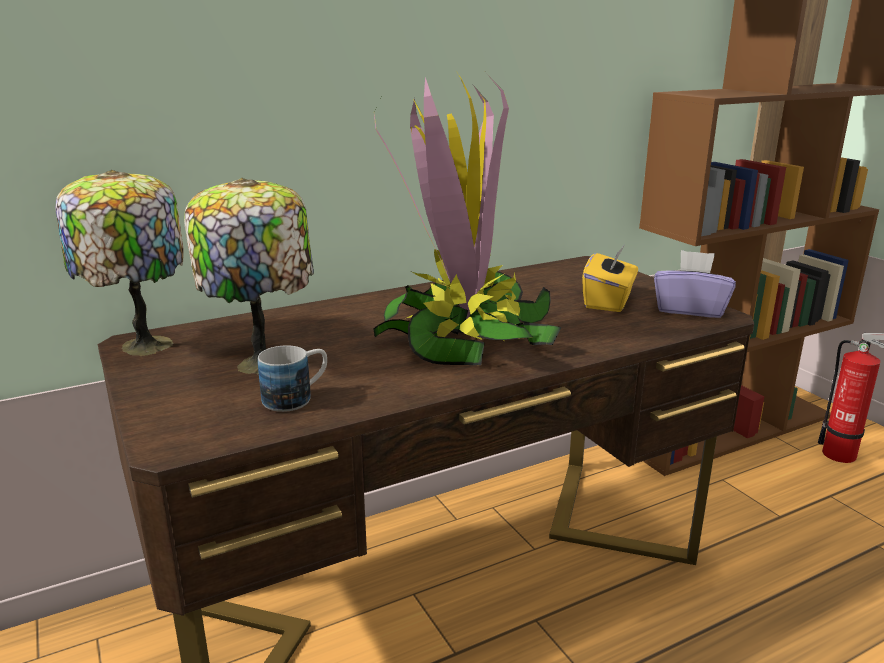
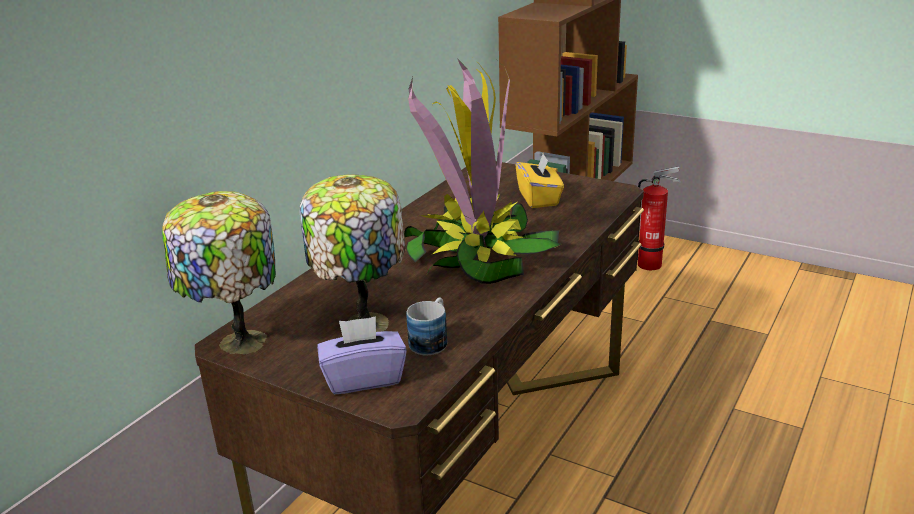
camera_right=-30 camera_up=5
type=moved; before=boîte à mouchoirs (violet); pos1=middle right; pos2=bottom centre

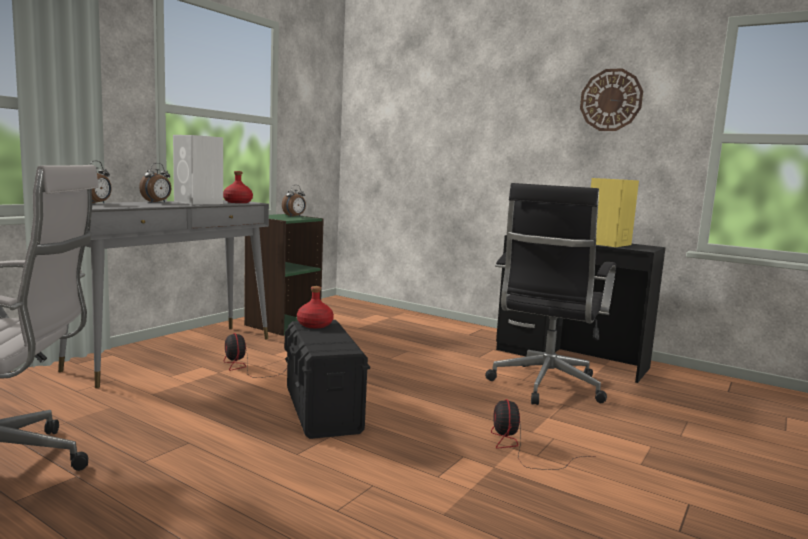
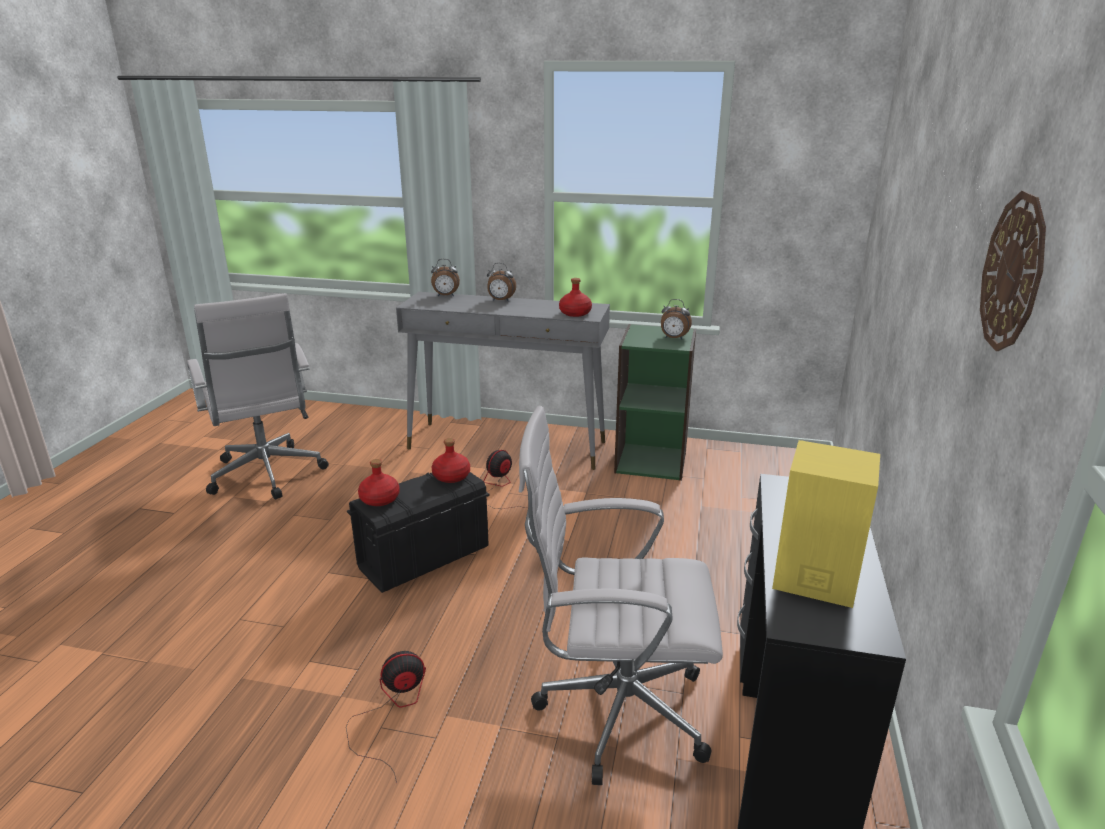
camera_right=70 camera_up=15
type=removed; before=enceinte (blanc); pos1=top left
type=recoloured; before=chaise de bureau (noir); after=chaise de bureau (blanc) (2nd from left); pos1=middle right; pos2=bottom centre
type=added; after=bouteille (rouge) (1st from left); pos2=centre

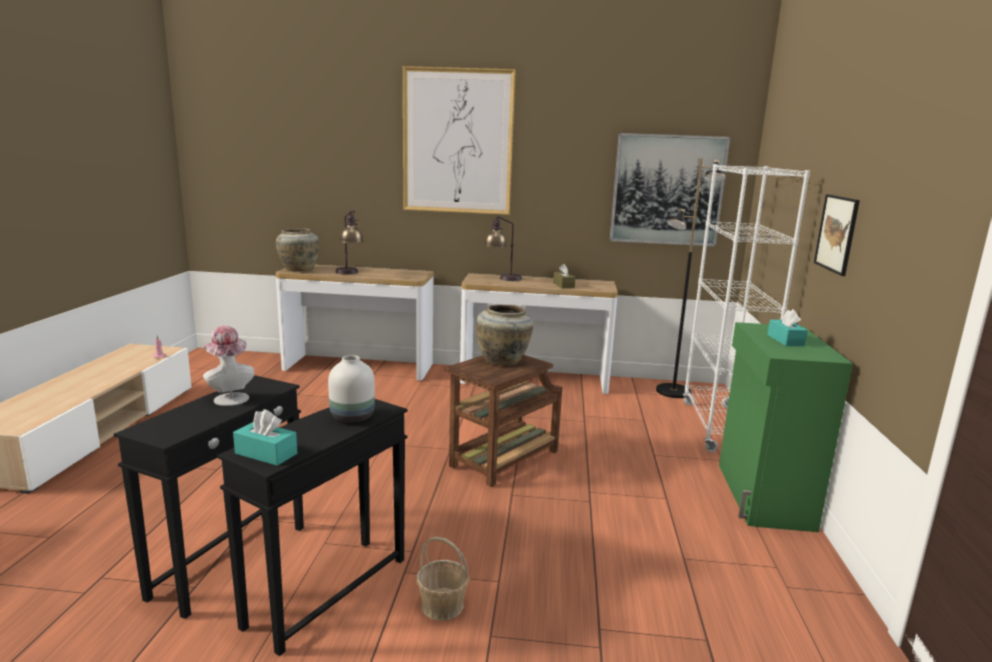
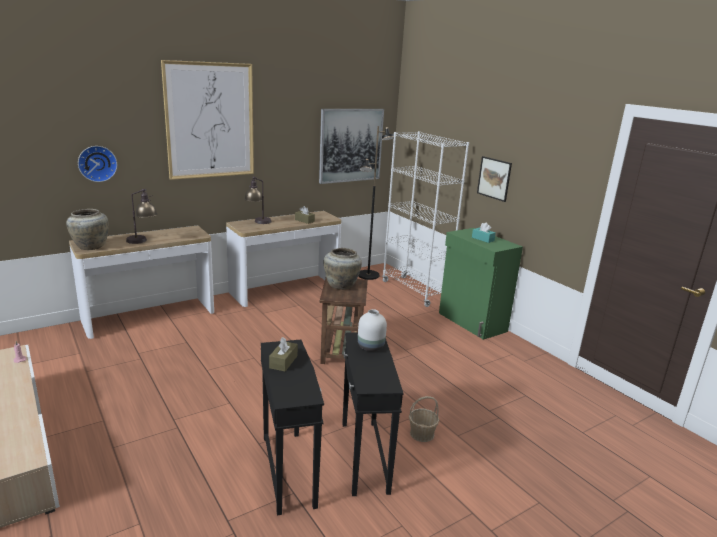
camera_right=-40 camera_up=5
type=replaced; before=chapeau; after=boîte à mouchoirs (marron) (1st from left); pos1=middle left; pos2=centre
type=removed; before=boîte à mouchoirs (turquoise) (1st from left); pos1=middle left
type=added; after=horloge murale; pos2=top left

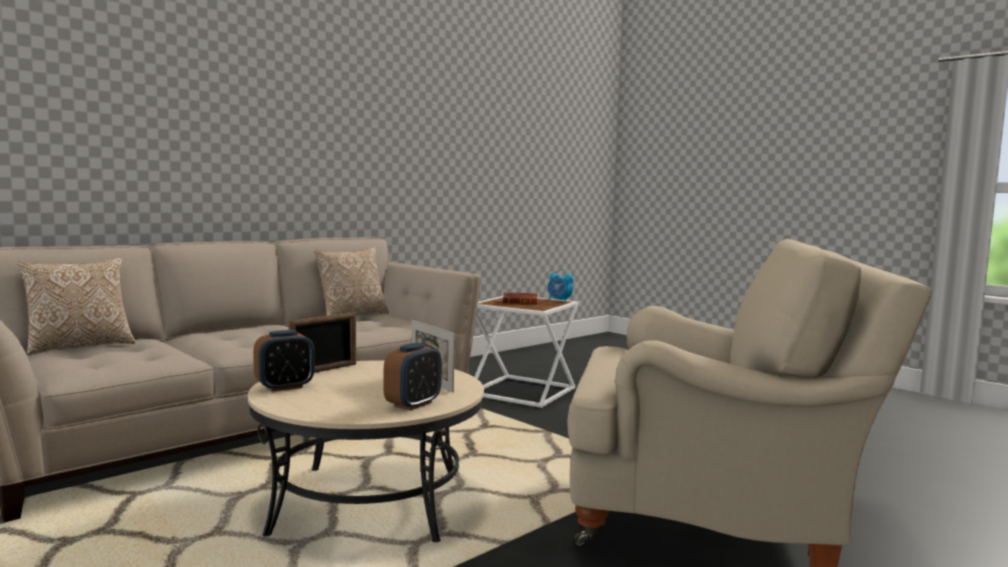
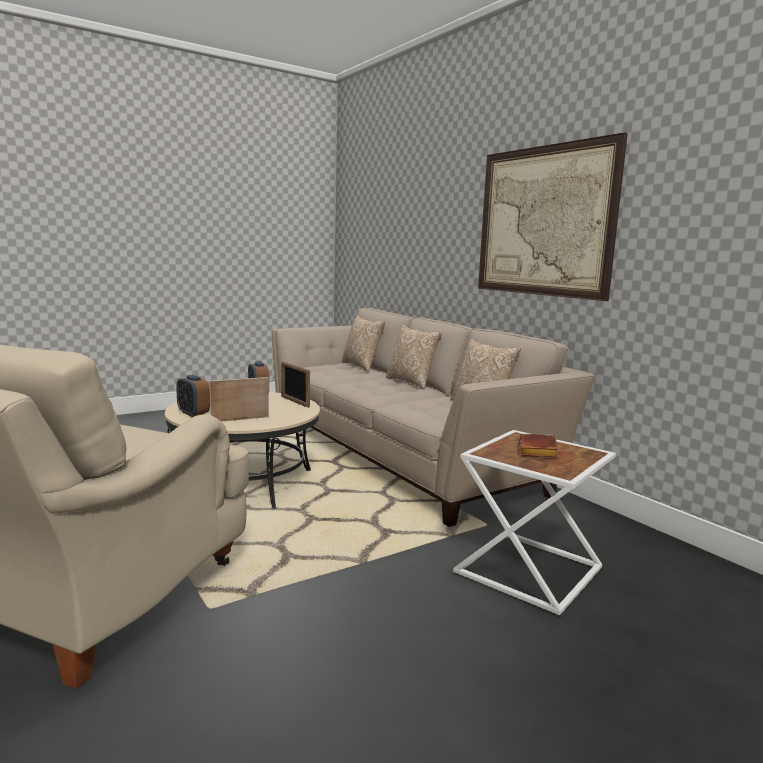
camera_right=100 camera_up=5
type=removed; before=réveil (3rd from left); pos1=centre
type=added; after=tableau; pos2=top right
type=added; after=coussin (2nd from left); pos2=centre

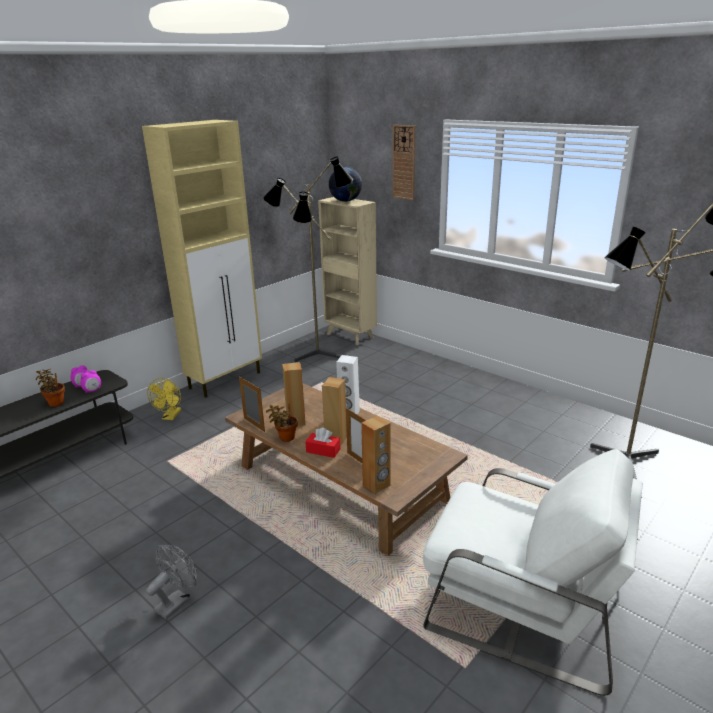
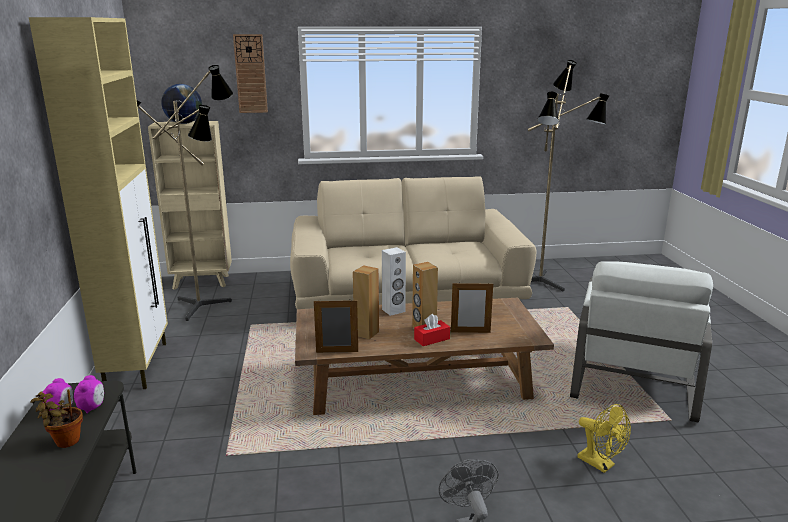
camera_right=-50 camera_up=-5
type=moved; before=ventilateur (jaune); pos1=middle left; pos2=bottom right
type=removed; before=plante en pot (2nd from left); pos1=centre
type=removed; before=enceinte (marron) (3rd from left); pos1=centre
type=turned; before=fauteuil (blanc); pos1=bottom right; pos2=middle right; turn=135
type=added; after=canapé (beige); pos2=centre

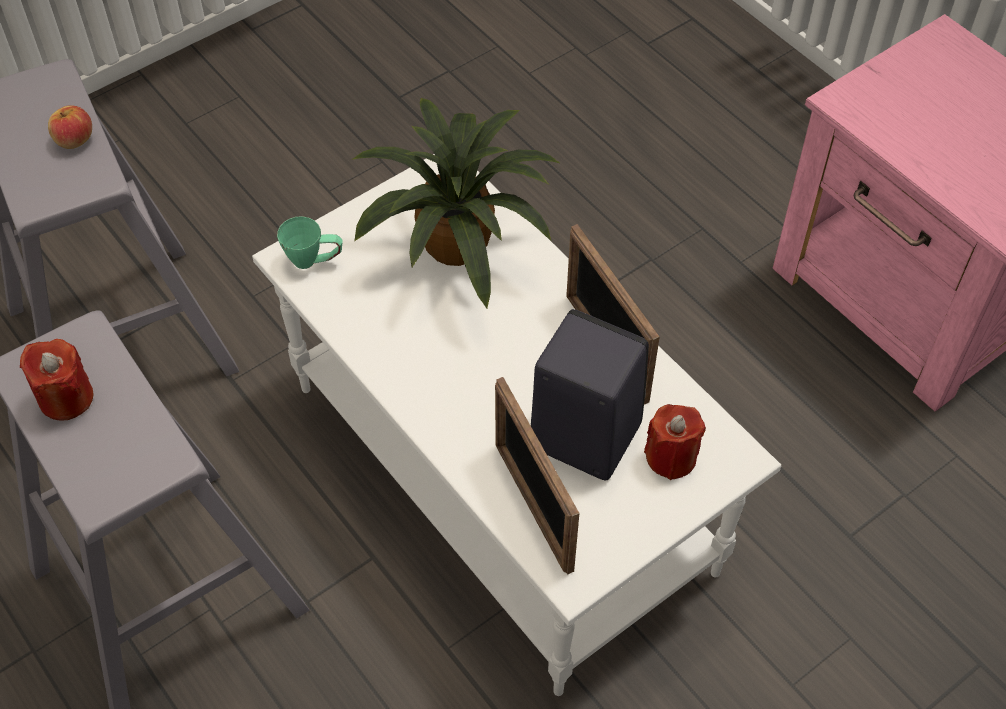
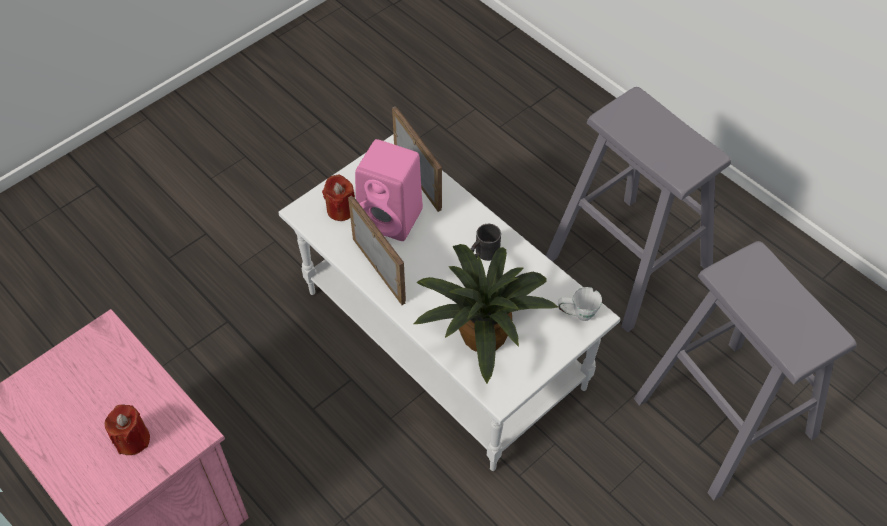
camera_right=175 camera_up=0
type=removed; before=pomme; pos1=top left
type=recoloured; before=mug (vert); after=mug (blanc); pos1=middle left; pos2=centre
type=recoloured; before=enceinte (noir); after=enceinte (rose); pos1=centre; pos2=centre
type=moved; before=bougie (rouge) (1st from left); pos1=middle left; pos2=bottom left
type=added; after=mug (noir); pos2=centre

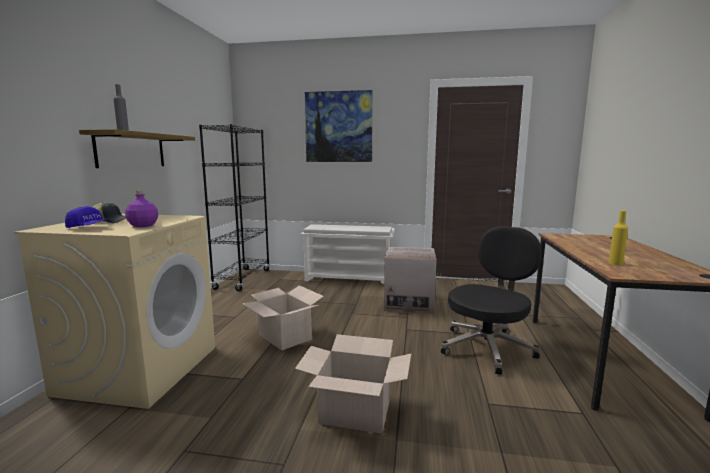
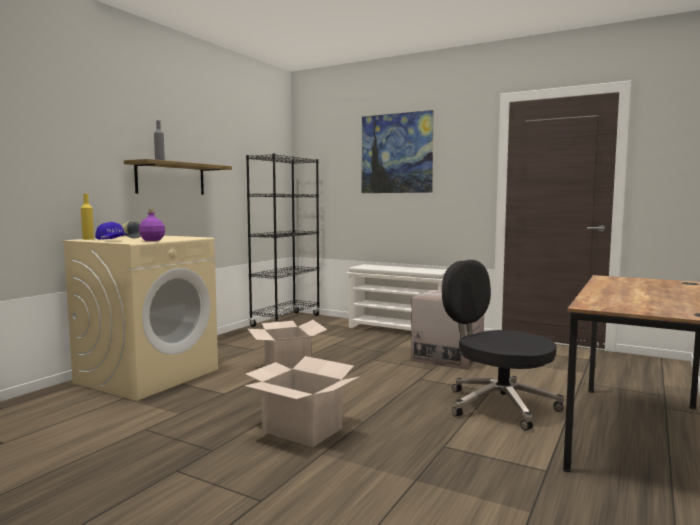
camera_right=20 camera_up=-5
type=moved; before=bouteille (jaune); pos1=middle right; pos2=middle left
type=turned; before=chaise de bureau (noir); pos1=middle right; pos2=middle right; turn=-105

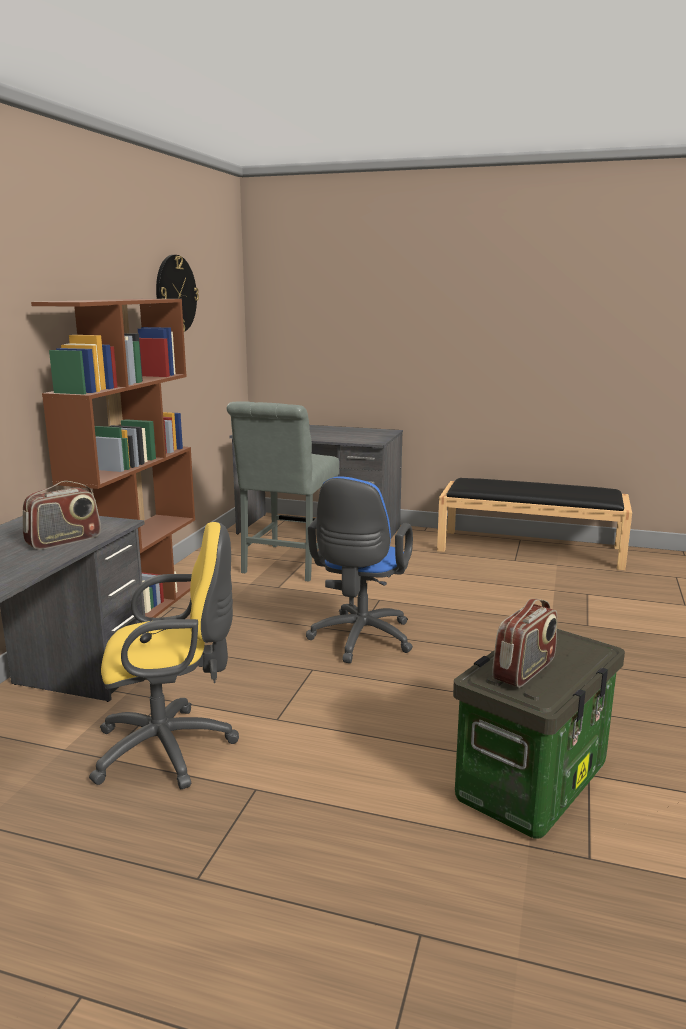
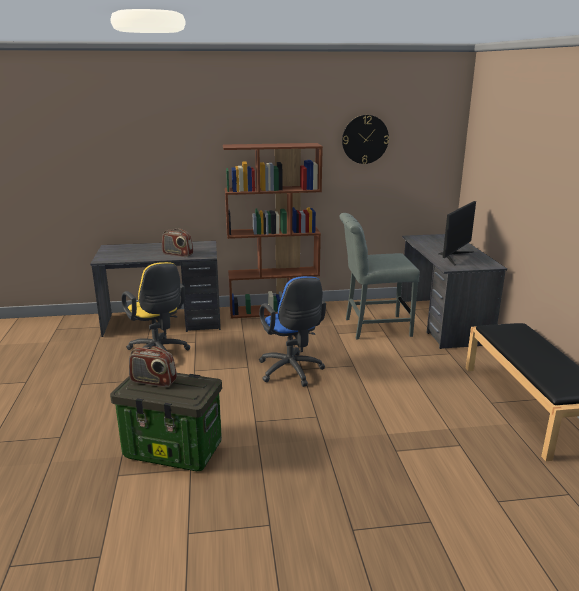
camera_right=65 camera_up=5
type=turned; before=chaise de bureau (bleu); pos1=centre; pos2=centre; turn=-105
type=added; after=écran d'ordinateur; pos2=middle right

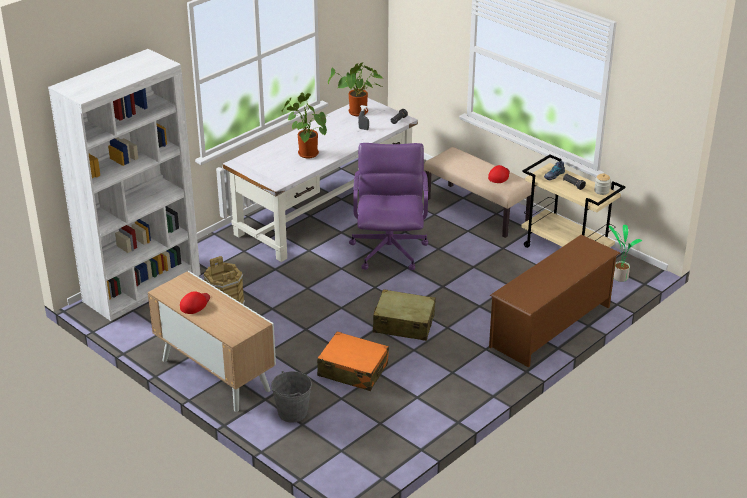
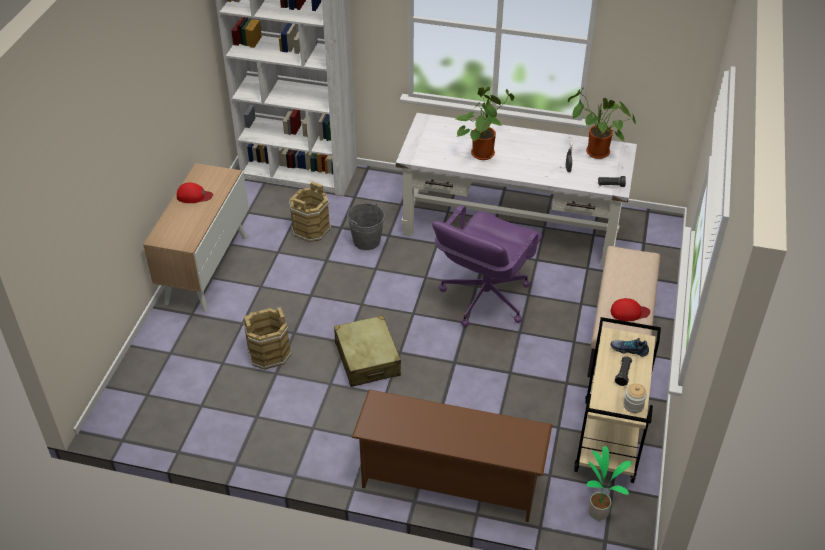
camera_right=60 camera_up=10
type=turned; before=chaise de bureau (violet); pos1=centre; pos2=centre; turn=150
type=replaced; before=valise (orange); after=seau (marron) (1st from left); pos1=bottom centre; pos2=middle left
type=moved; before=seau (gris); pos1=bottom centre; pos2=centre

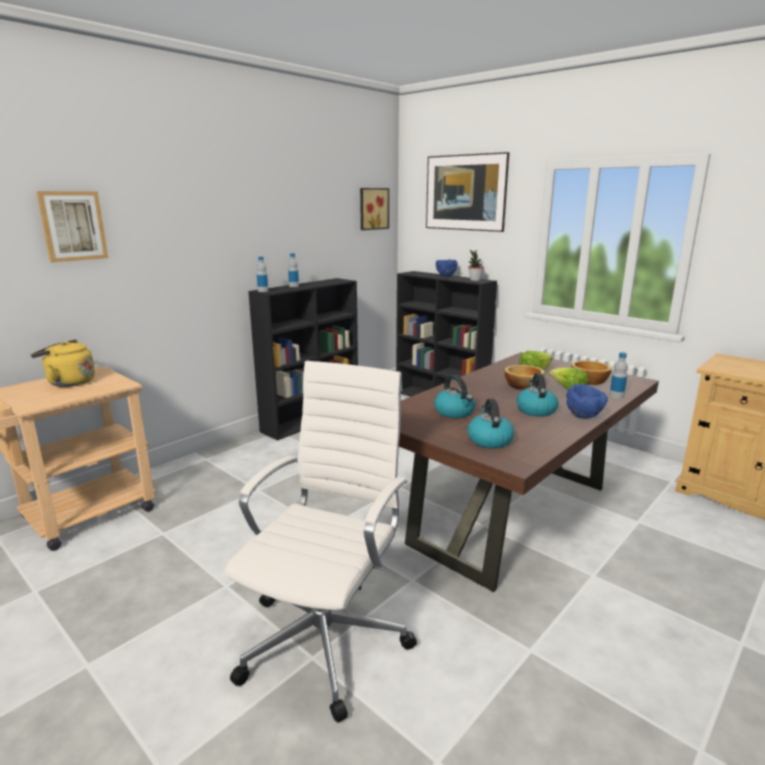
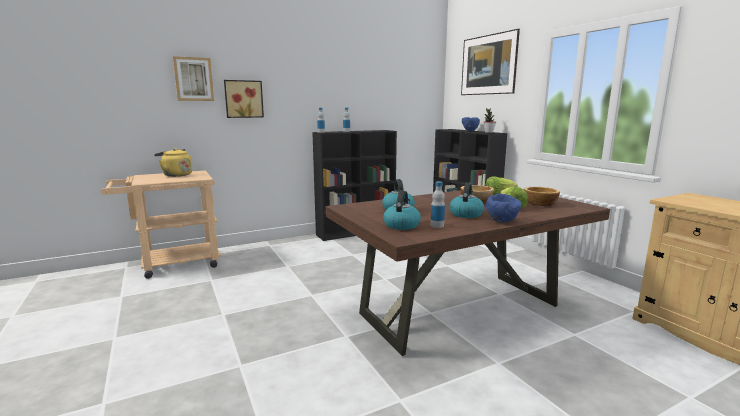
camera_right=20 camera_up=-5
type=moved; before=tableau (2nd from left); pos1=top centre; pos2=top left
type=moved; before=bouteille (3rd from left); pos1=middle right; pos2=centre
type=removed; before=chaise de bureau (blanc); pos1=bottom centre

